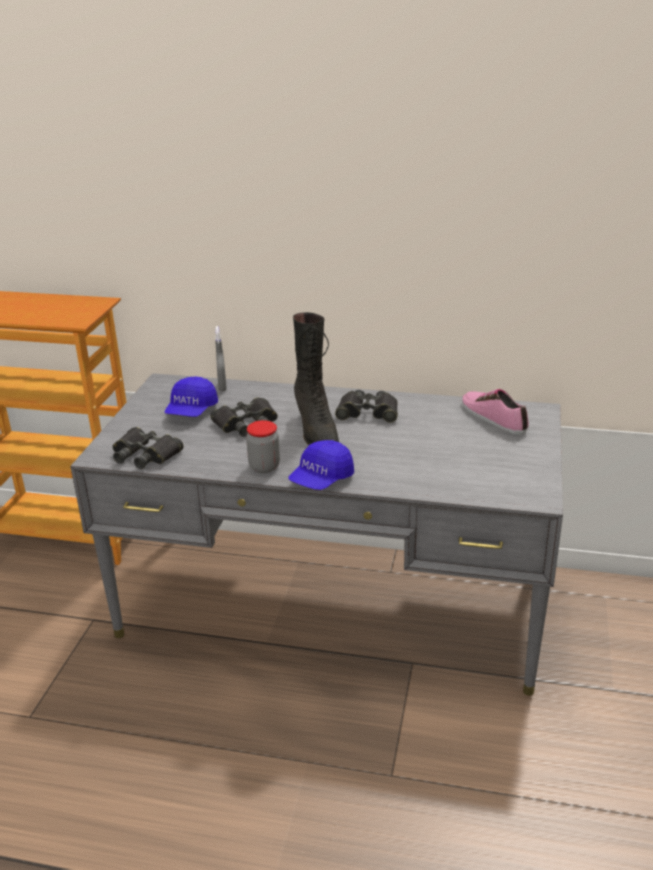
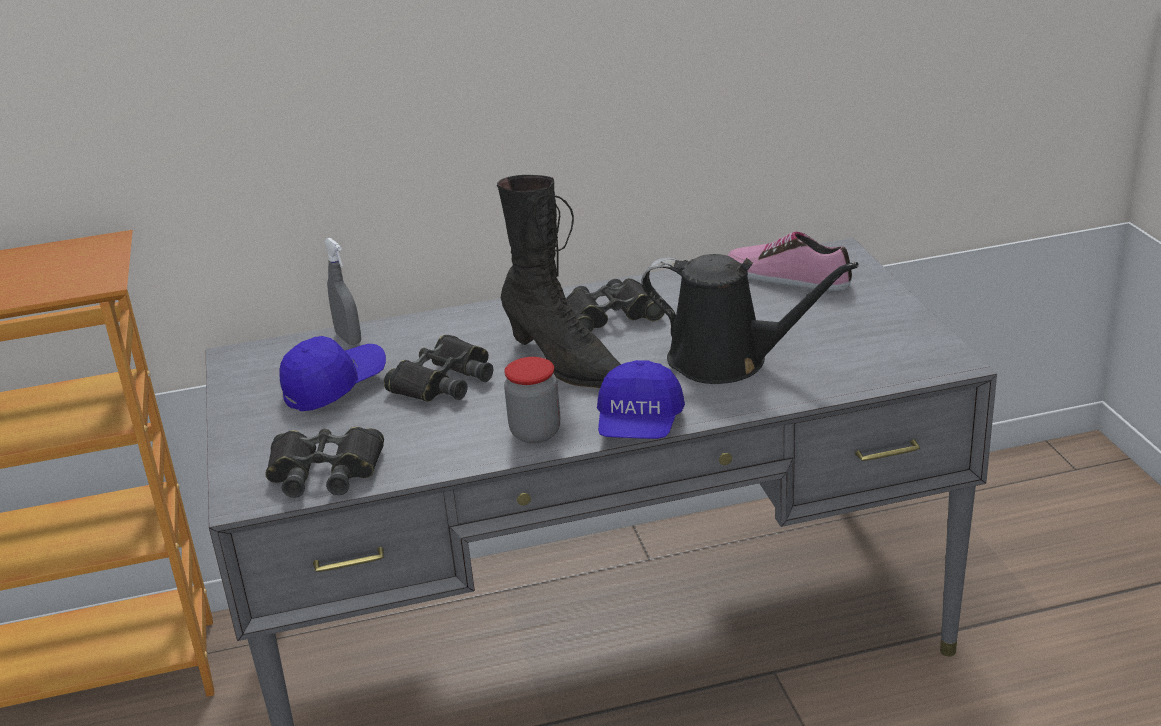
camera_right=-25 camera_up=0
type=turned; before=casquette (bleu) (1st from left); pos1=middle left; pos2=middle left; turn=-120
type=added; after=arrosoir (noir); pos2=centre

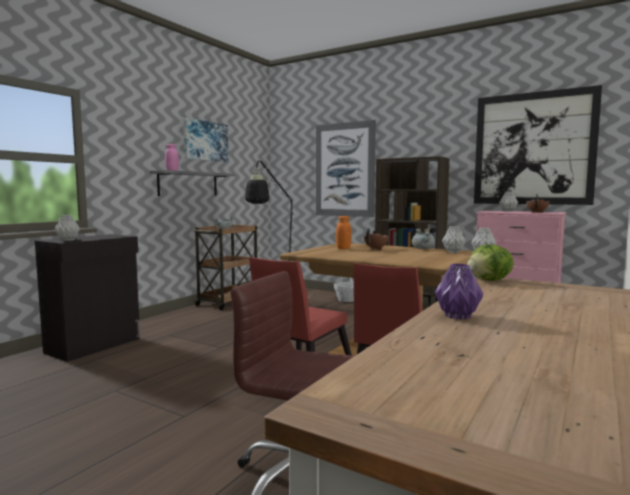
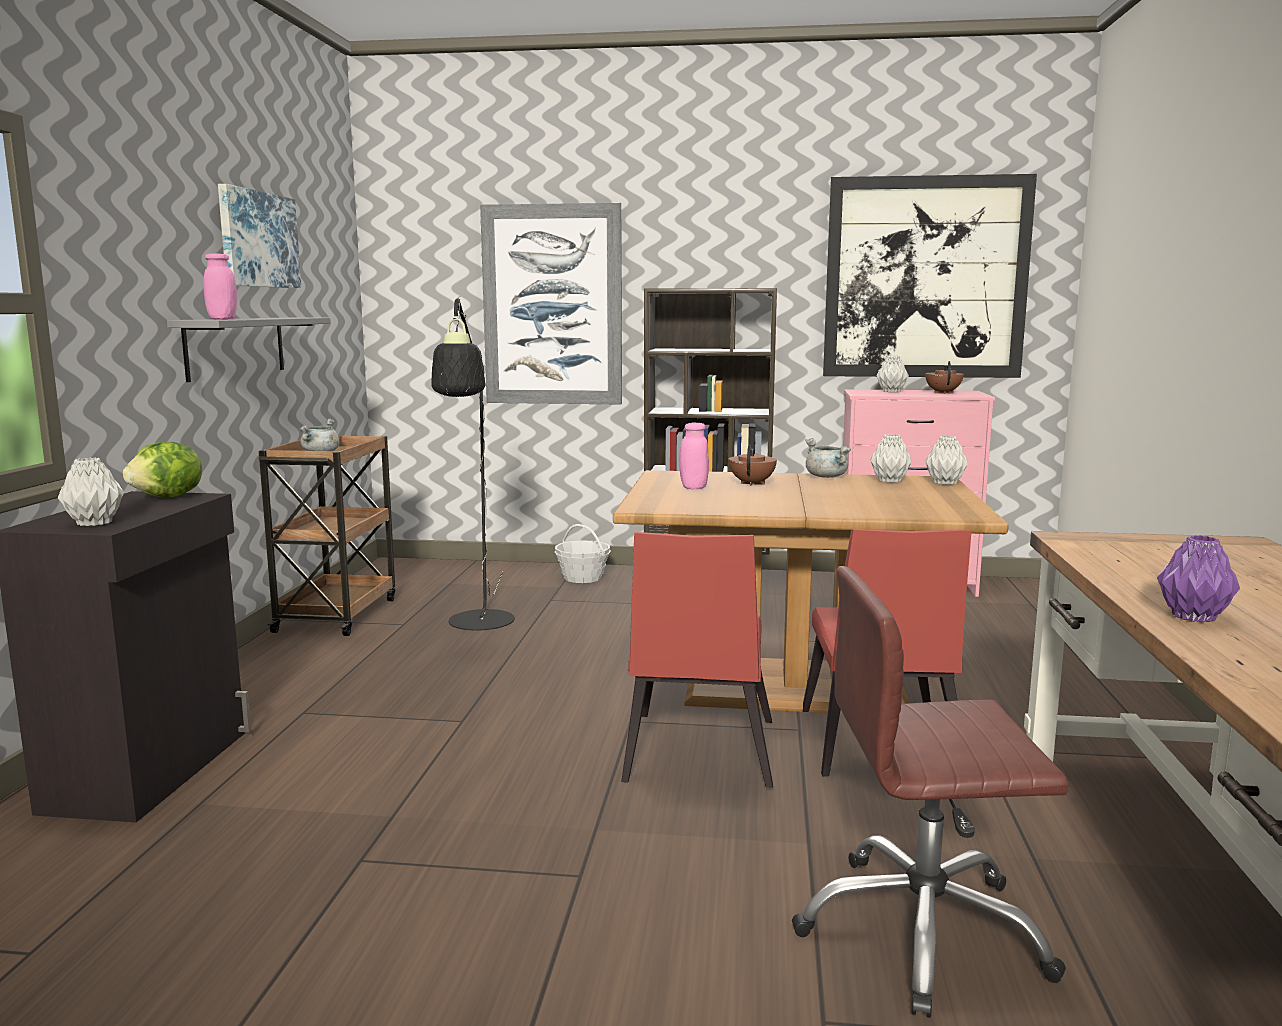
camera_right=-25 camera_up=5
type=recoloured; before=bocal (orange); after=bocal (rose) (2nd from left); pos1=centre; pos2=centre
type=moved; before=laitue; pos1=middle right; pos2=middle left

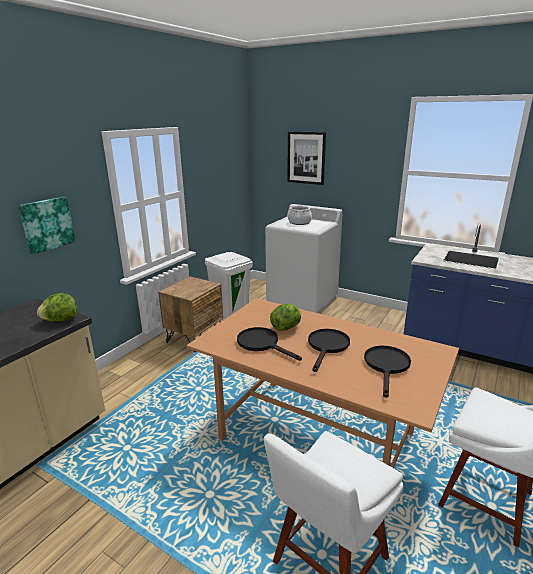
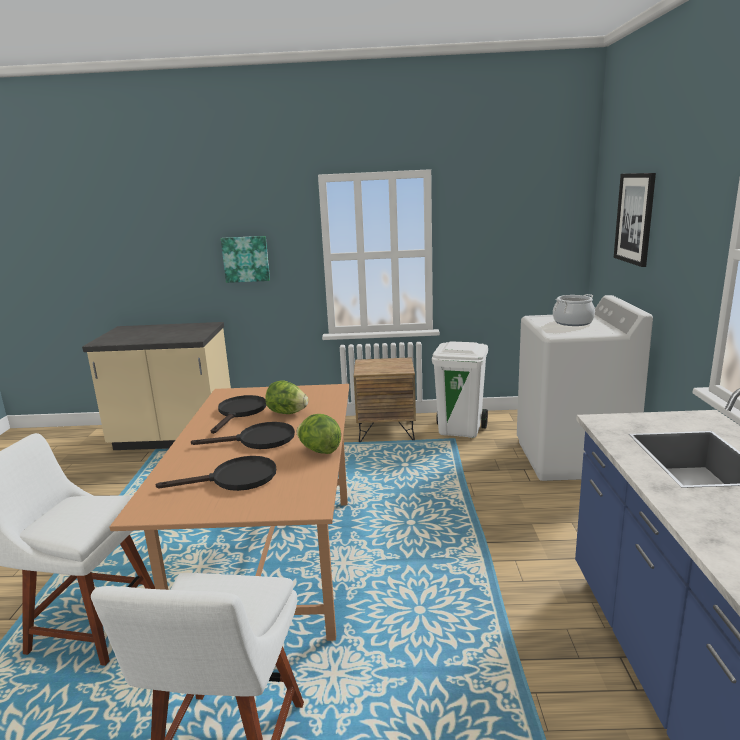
camera_right=60 camera_up=-5
type=moved; before=laitue (1st from left in the first image); after=laitue (2nd from left); pos1=middle left; pos2=centre

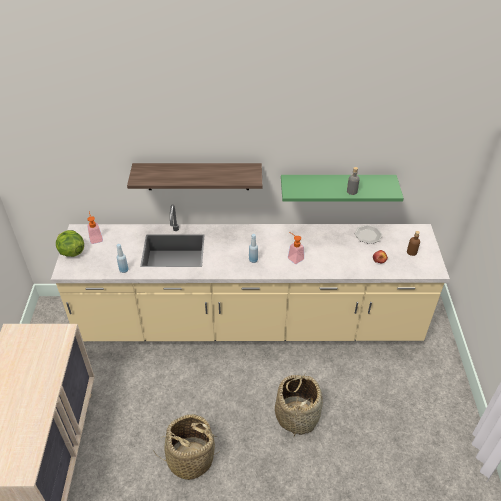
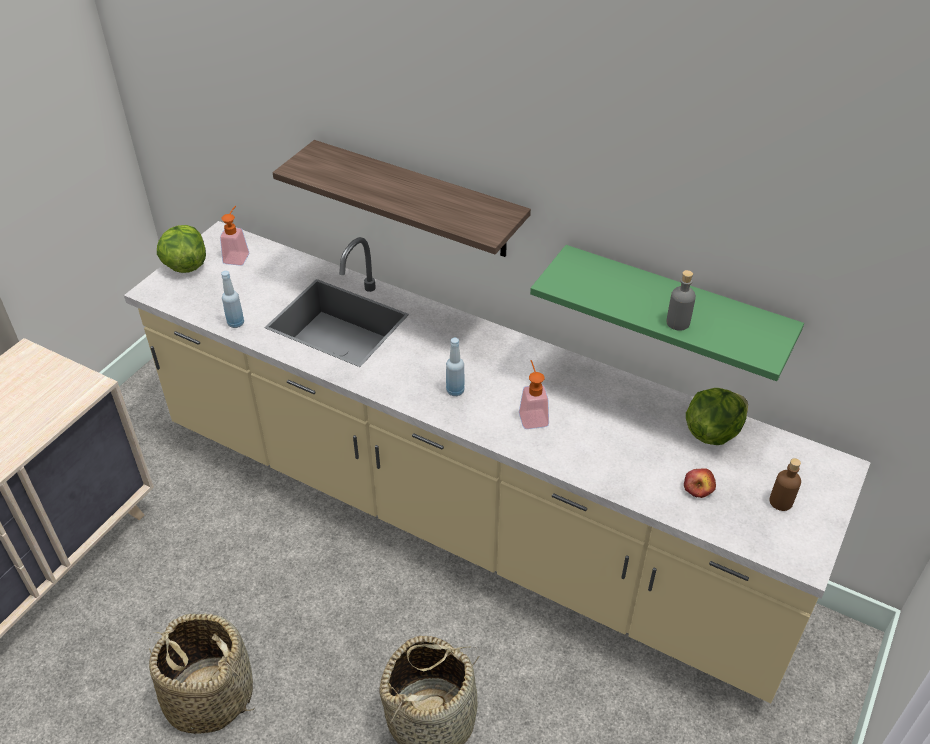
camera_right=30 camera_up=0
type=replaced; before=assiette; after=laitue (2nd from left); pos1=middle right; pos2=middle right

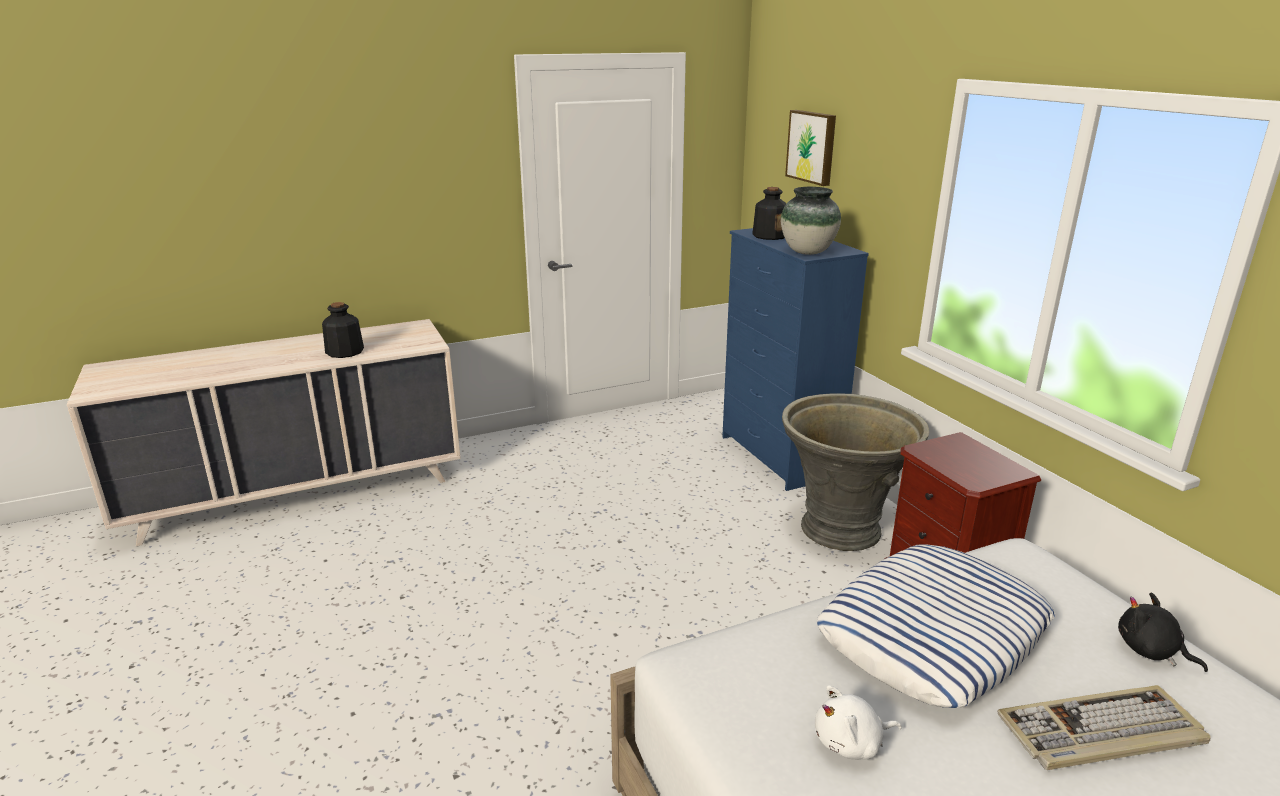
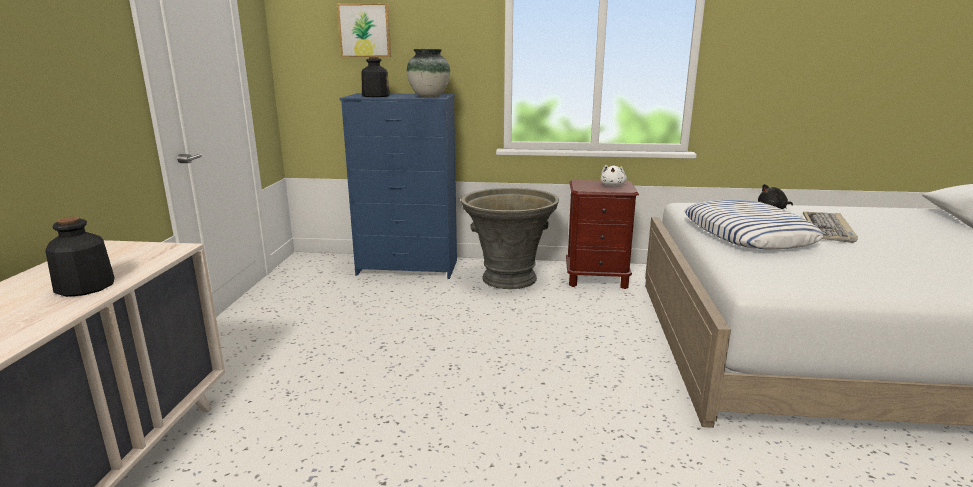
camera_right=-60 camera_up=-5
type=moved; before=peluche (blanc); pos1=bottom right; pos2=centre

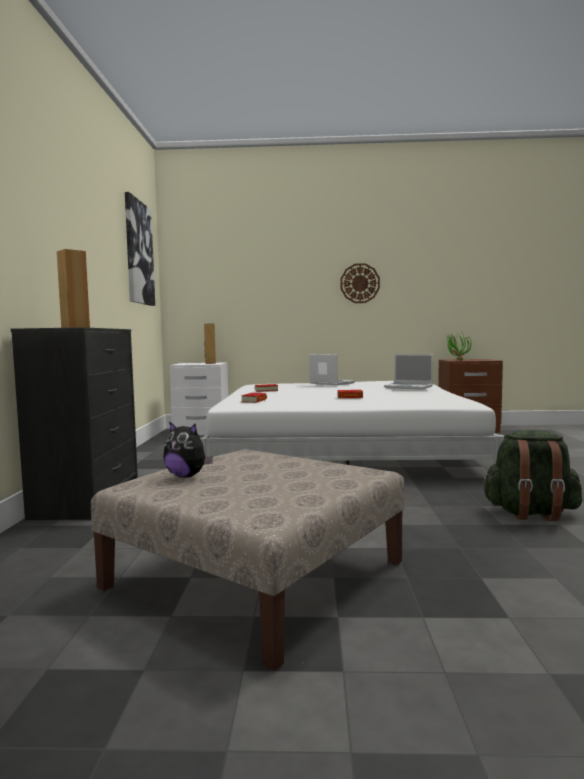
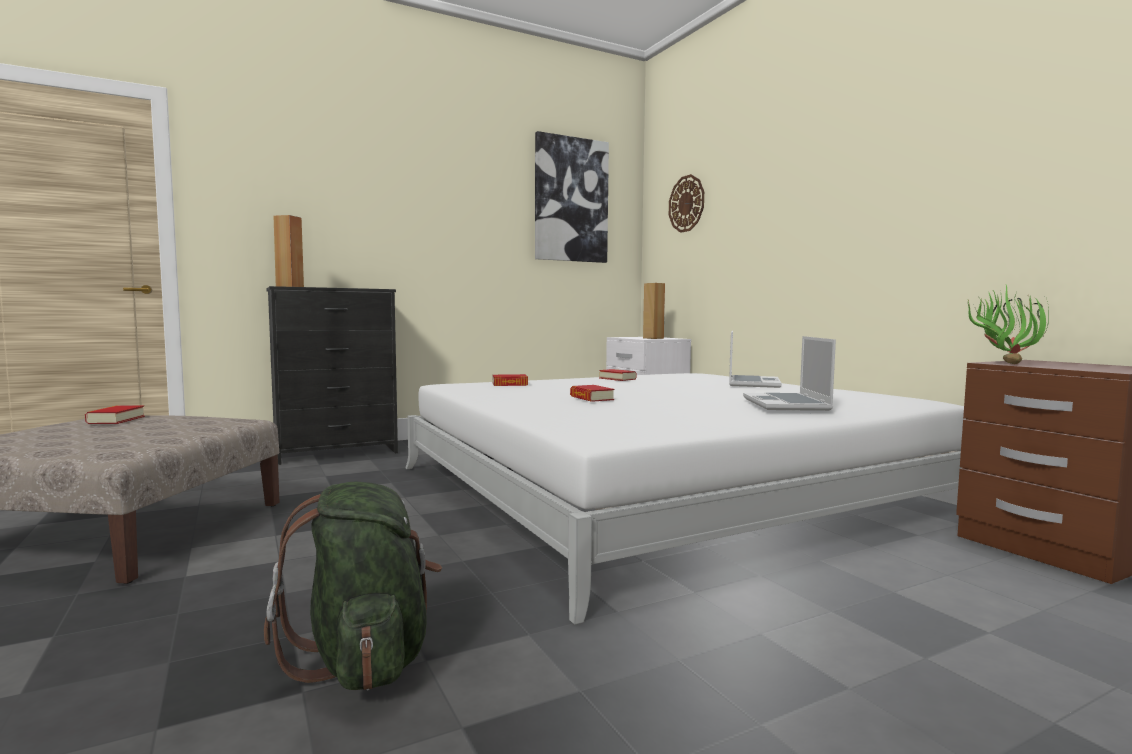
camera_right=60 camera_up=0
type=moved; before=horloge murale; pos1=centre; pos2=top centre
type=replaced; before=peluche; after=livre (1st from left); pos1=middle left; pos2=middle left

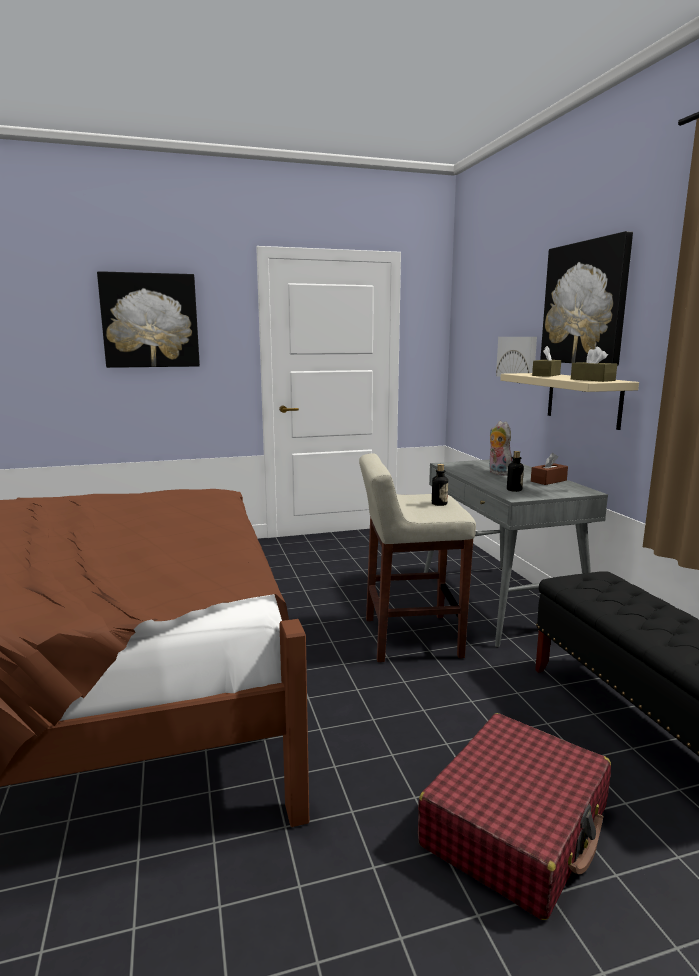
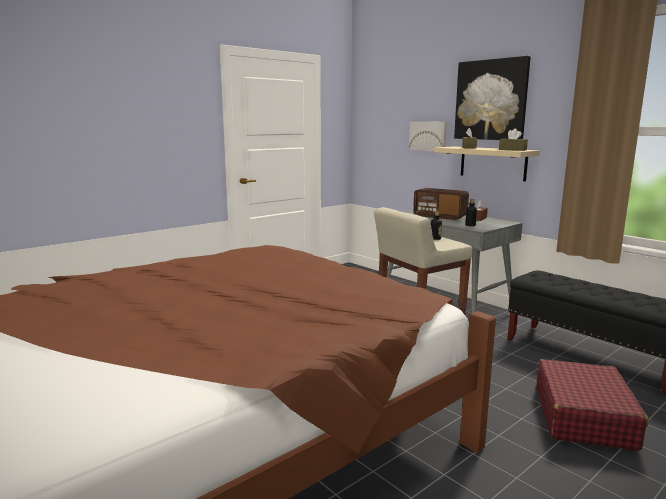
camera_right=-25 camera_up=0
type=removed; before=tableau (1st from left); pos1=top left
type=replaced; before=peluche; after=radio; pos1=middle right; pos2=centre

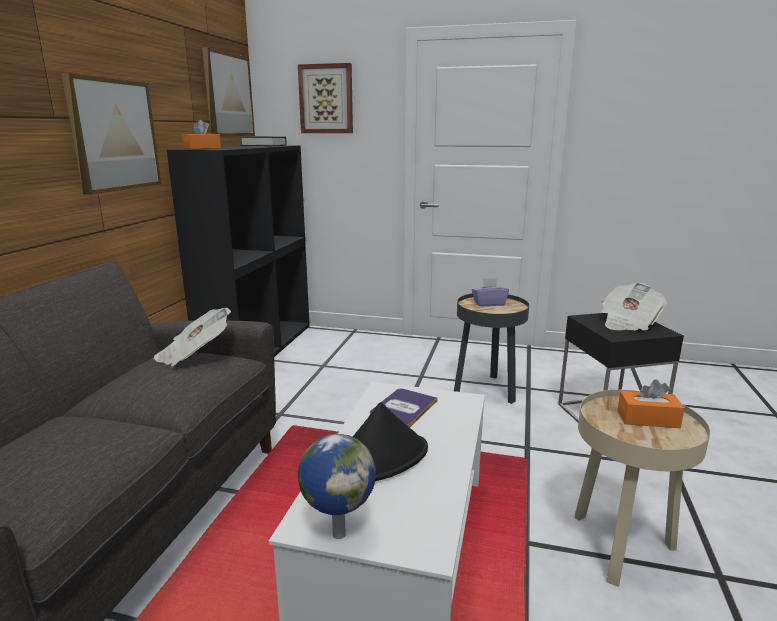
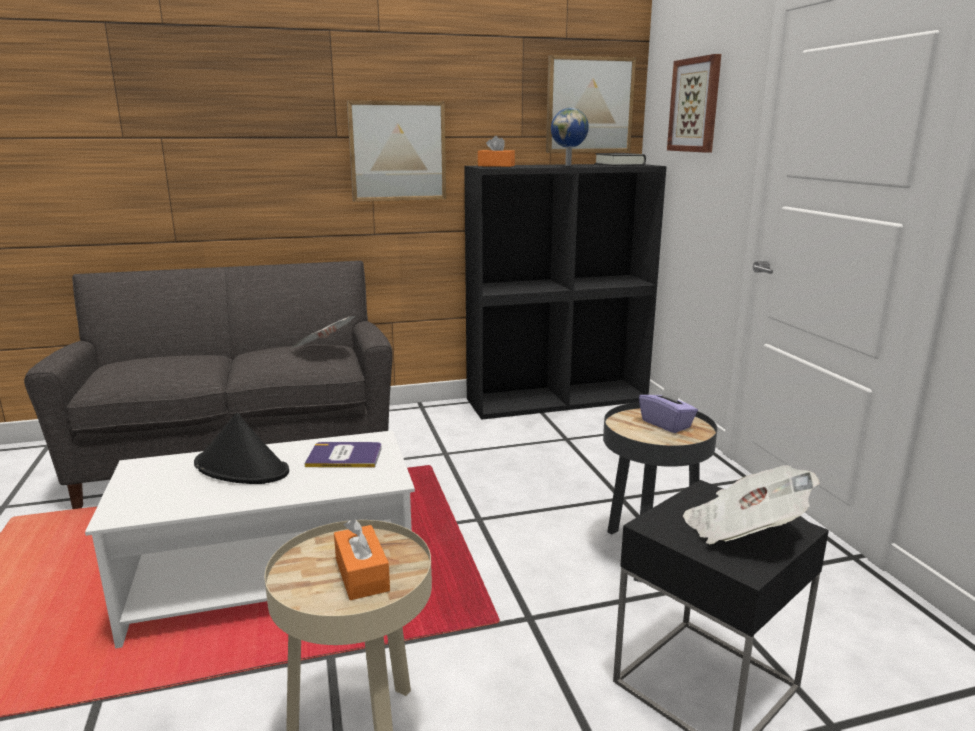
camera_right=60 camera_up=0
type=moved; before=globe; pos1=bottom centre; pos2=top centre

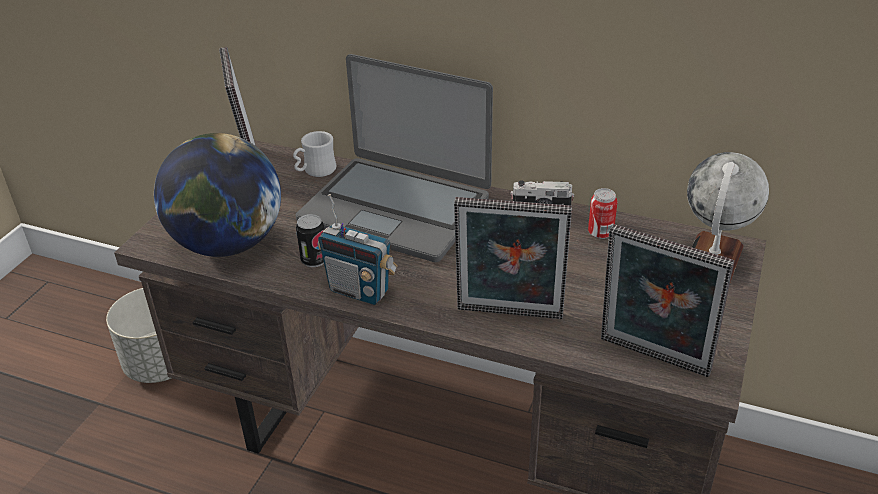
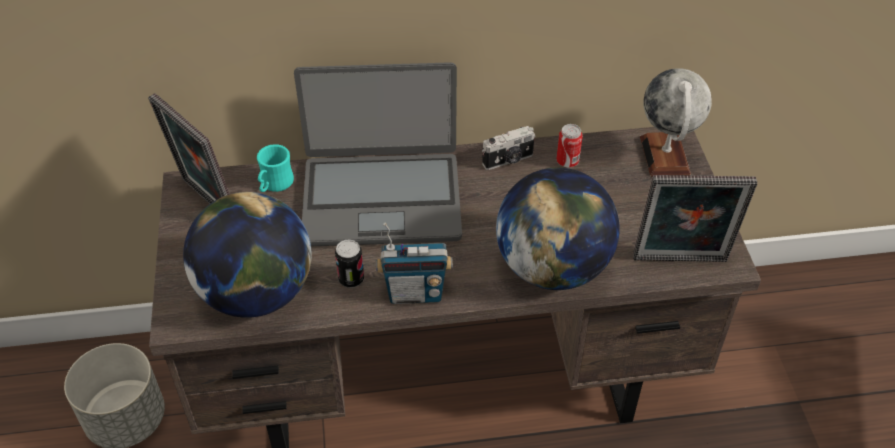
camera_right=-30 camera_up=10
type=recoloured; before=mug (blanc); after=mug (turquoise); pos1=top centre; pos2=middle left
type=replaced; before=cadre photo (2nd from left); after=globe (2nd from left); pos1=centre; pos2=centre

